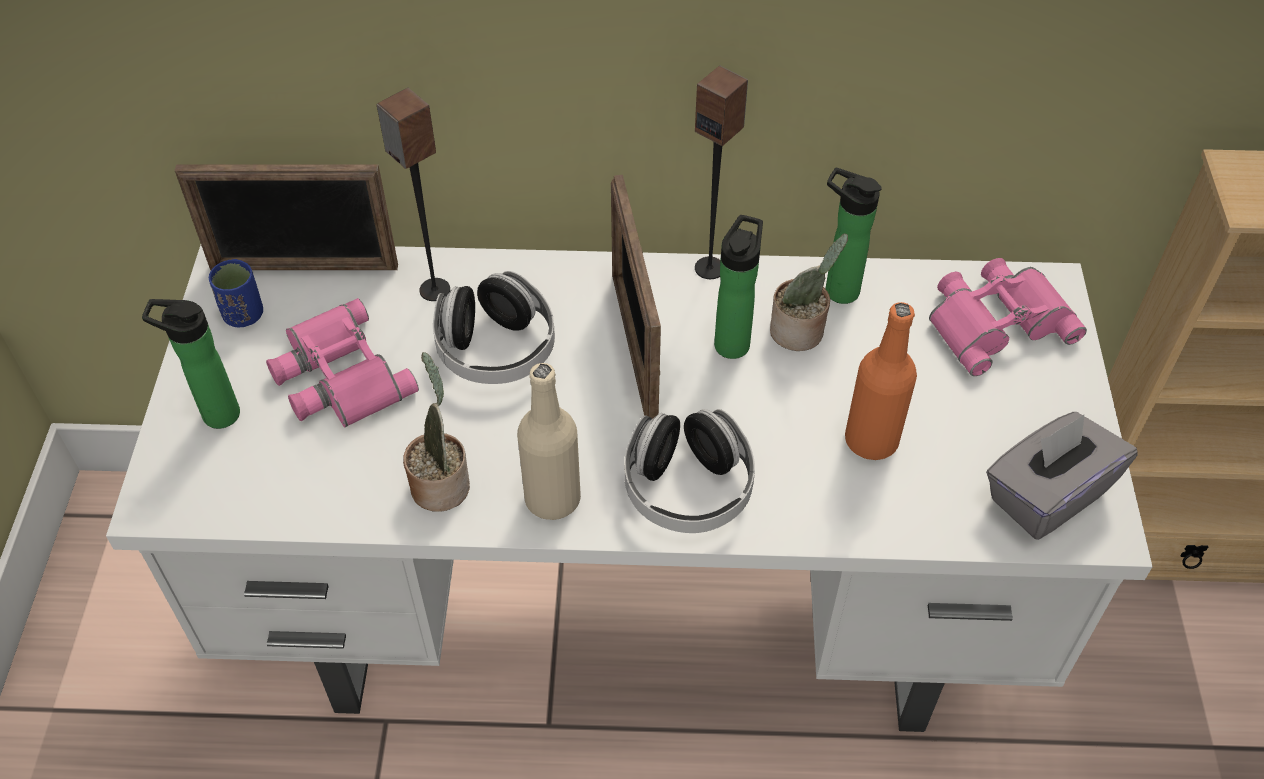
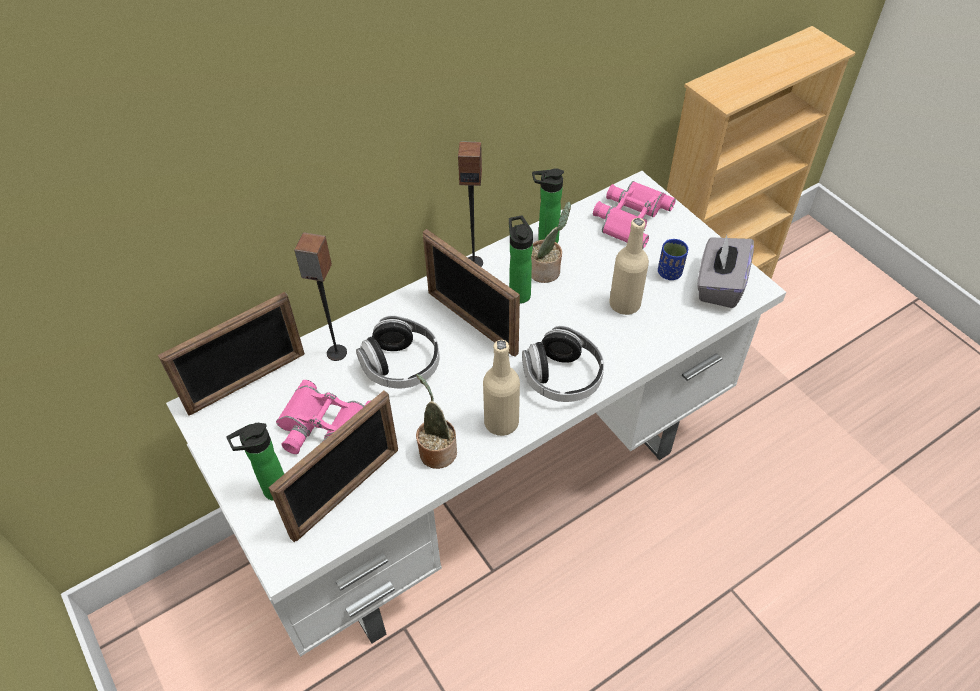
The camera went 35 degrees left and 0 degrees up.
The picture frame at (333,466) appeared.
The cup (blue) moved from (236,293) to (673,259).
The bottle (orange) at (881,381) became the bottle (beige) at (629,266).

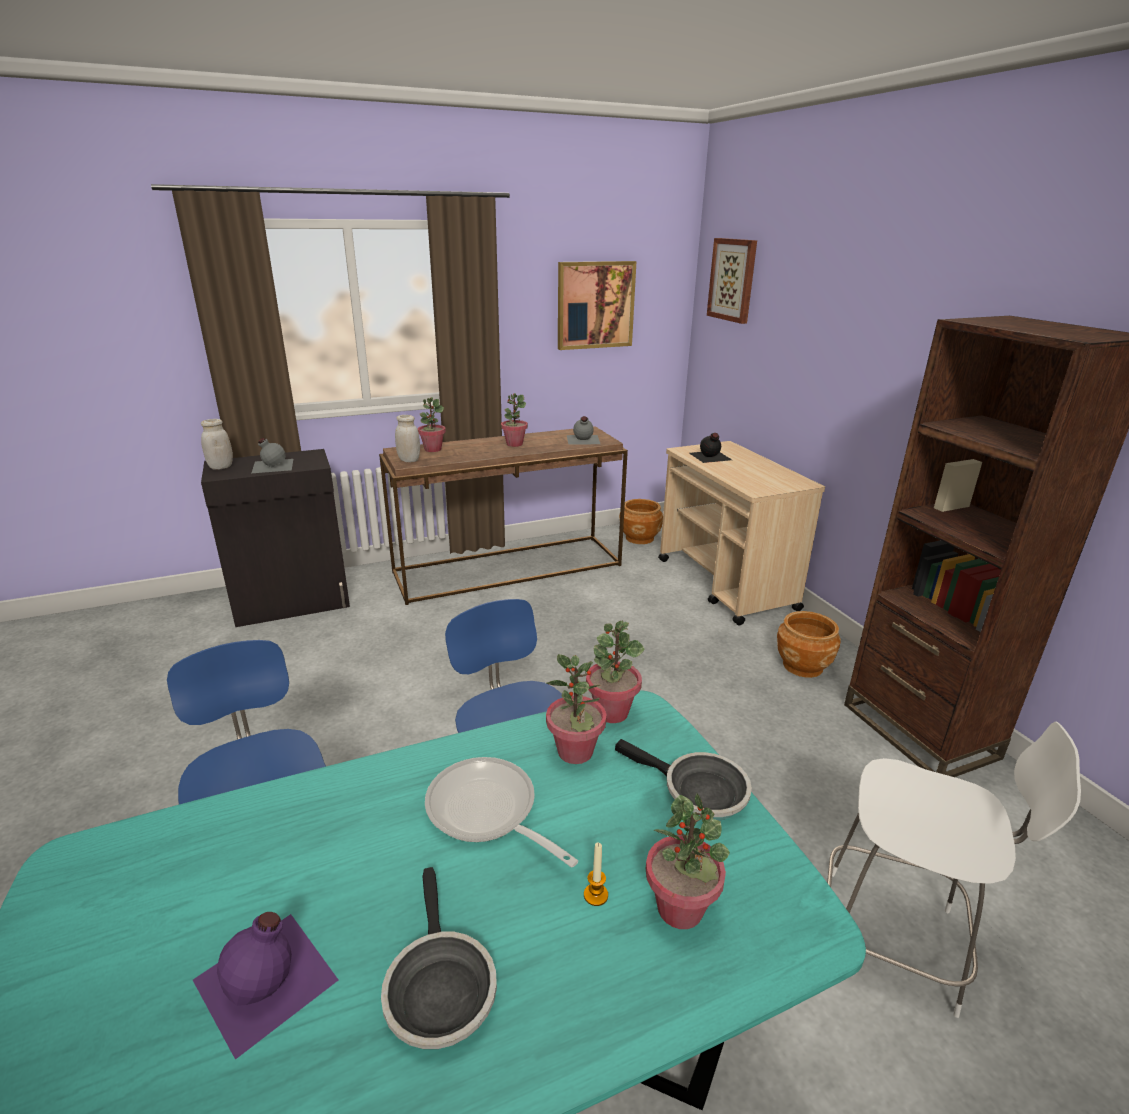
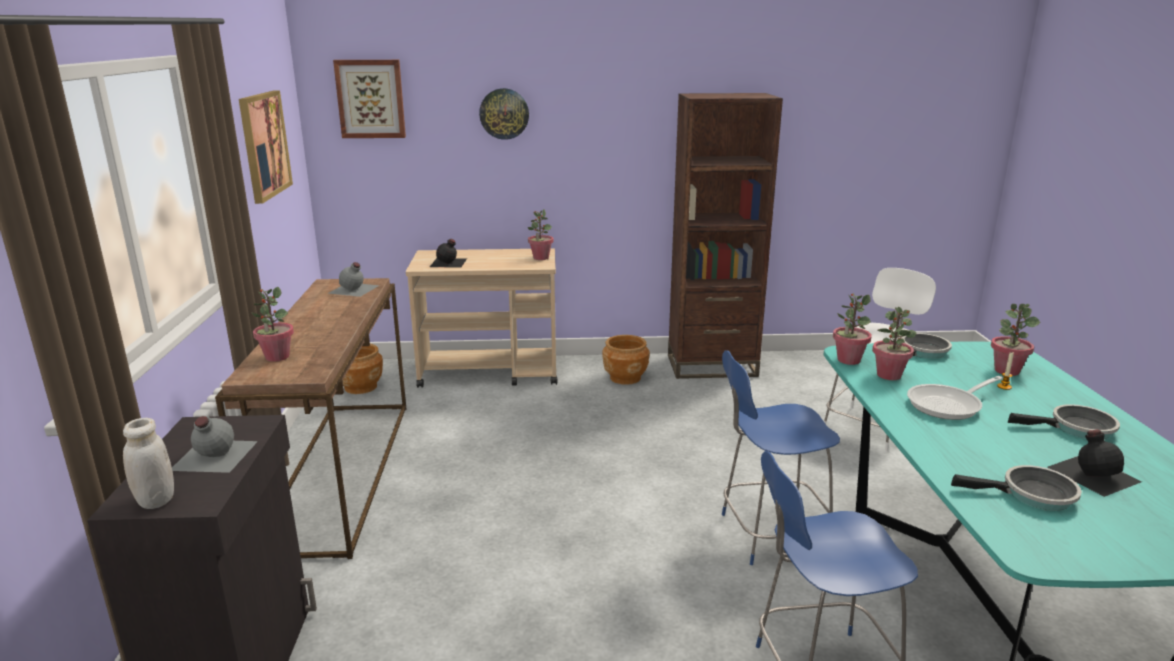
The camera went 70 degrees left and 5 degrees down.
The jar (white) at (407,438) disappeared.
The wall clock at (504,114) appeared.
The frying pan at (1016,488) appeared.
The potted plant moved from (514,420) to (541,235).
The bottle (purple) at (265,986) became the bottle (black) at (1094,463).

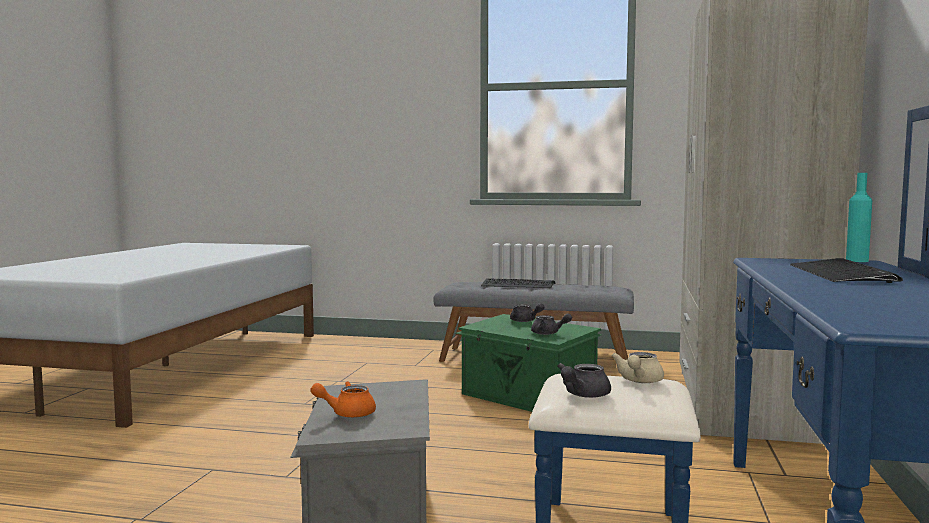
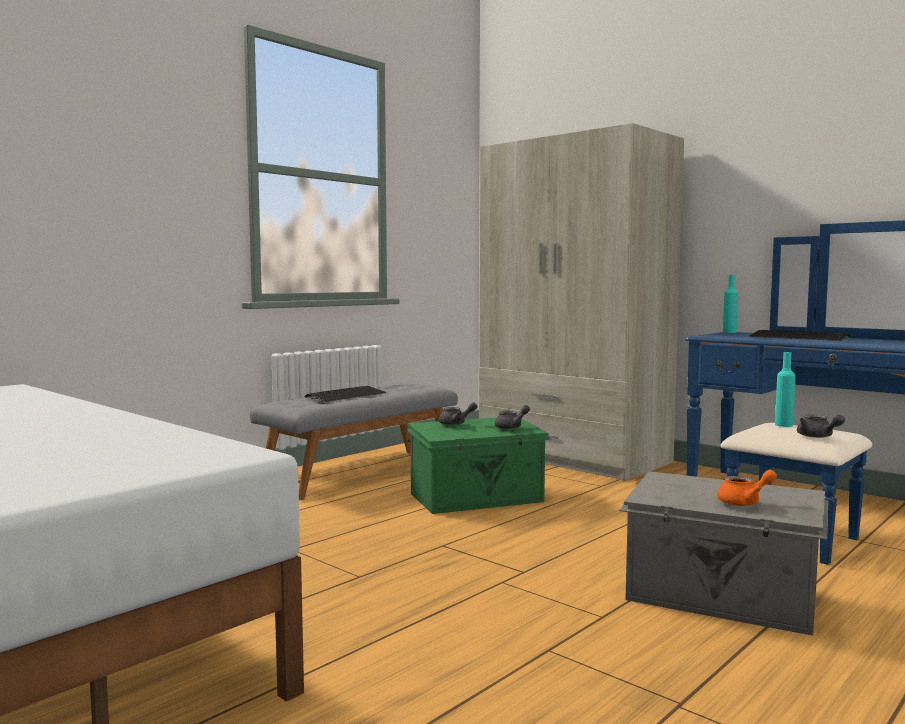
The camera went 60 degrees left and 0 degrees up.
The teapot (beige) at (637,367) was replaced by the bottle (turquoise) at (785,389).
The teapot (orange) at (343,399) turned 120 degrees counterclockwise.

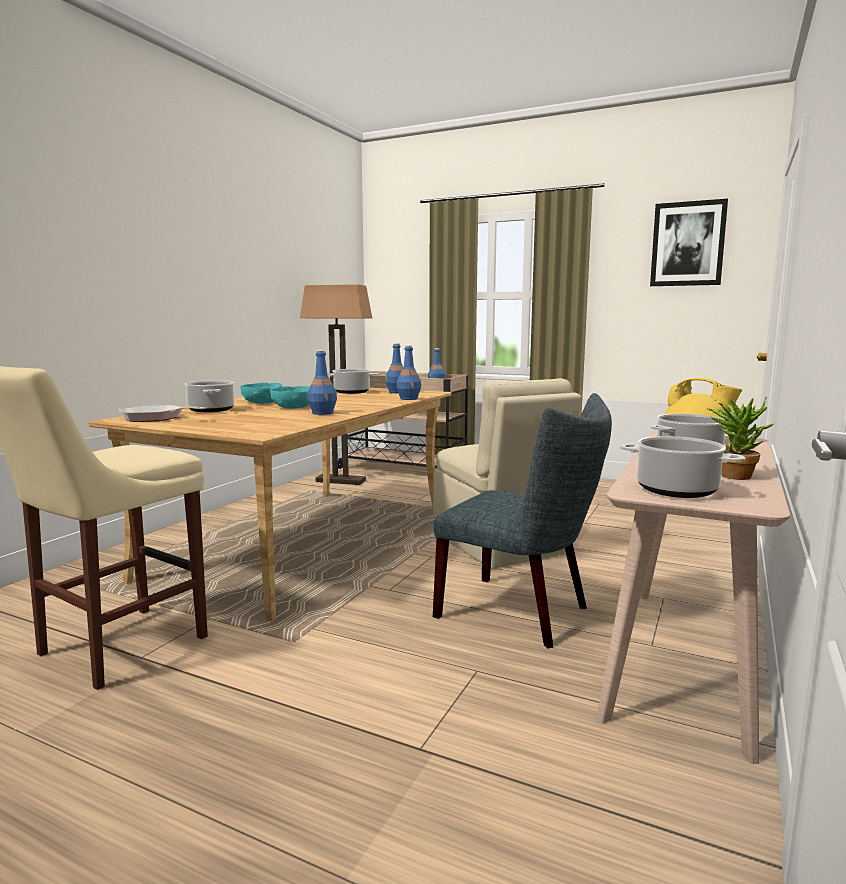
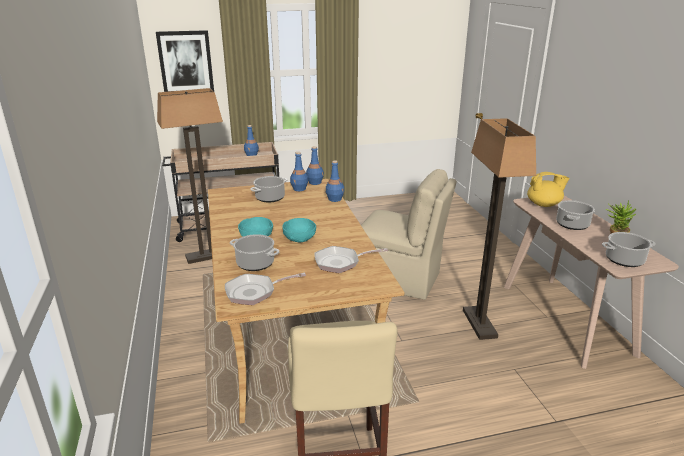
The camera went 40 degrees left and 15 degrees up.
The frying pan at (351,259) appeared.
The bottle (blue) moved from (322,382) to (315,165).
The picture moved from (689,242) to (185,61).
The chair (grey) at (522,520) was replaced by the floor lamp at (499,229).

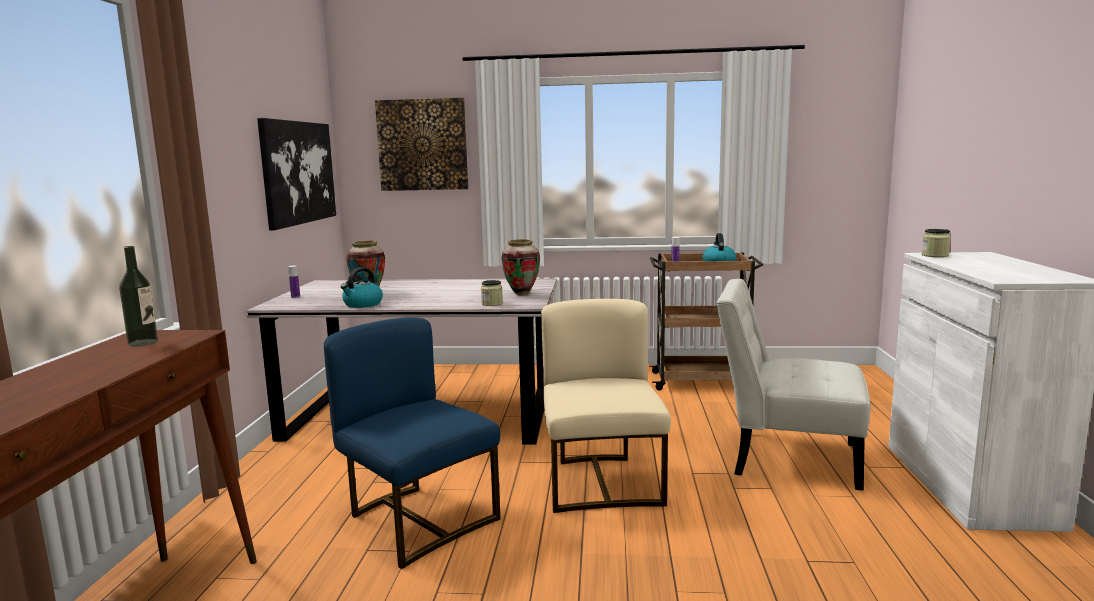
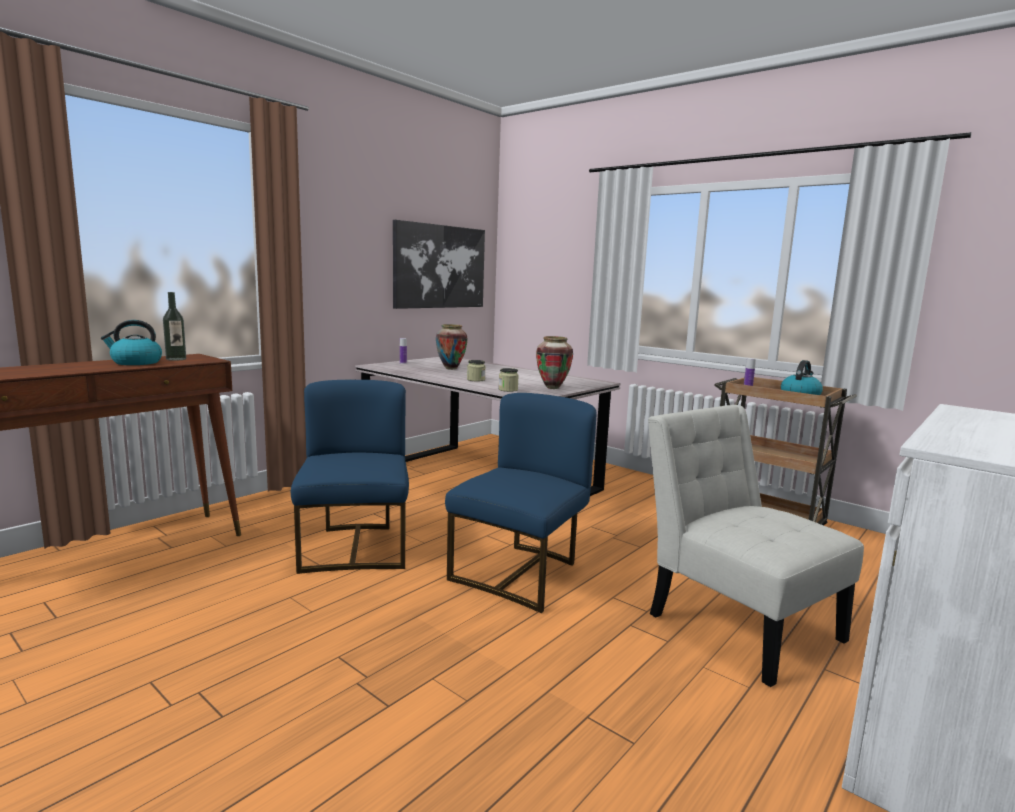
The camera went 35 degrees right and 0 degrees up.
The picture at (421,144) disappeared.
The kettle moved from (362,287) to (131,342).
The jar moved from (936,243) to (476,370).
The chair (beige) at (606,406) became the chair (blue) at (521,503).

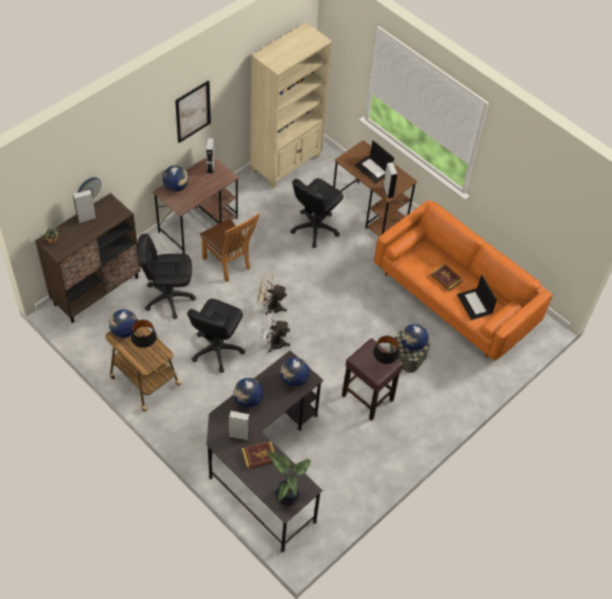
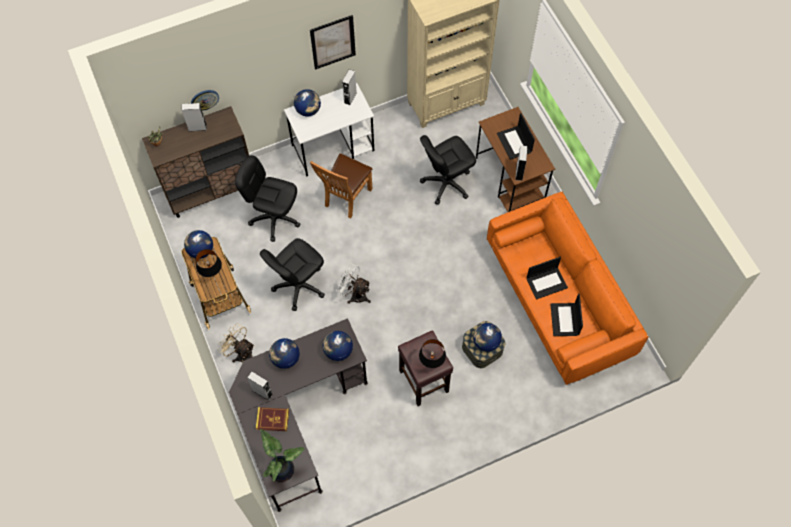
The camera went 25 degrees right and 10 degrees up.
The fan (beige) moved from (271,294) to (236,342).
The book at (447,277) was replaced by the laptop at (547,278).
The desk (brown) at (196,205) became the desk (white) at (329,130).
The chair (brown) at (229,248) turned 45 degrees clockwise.

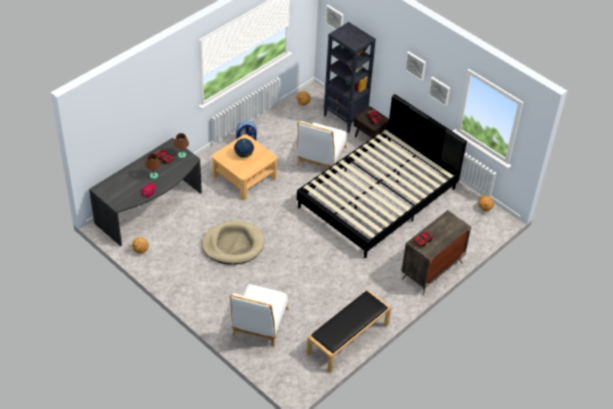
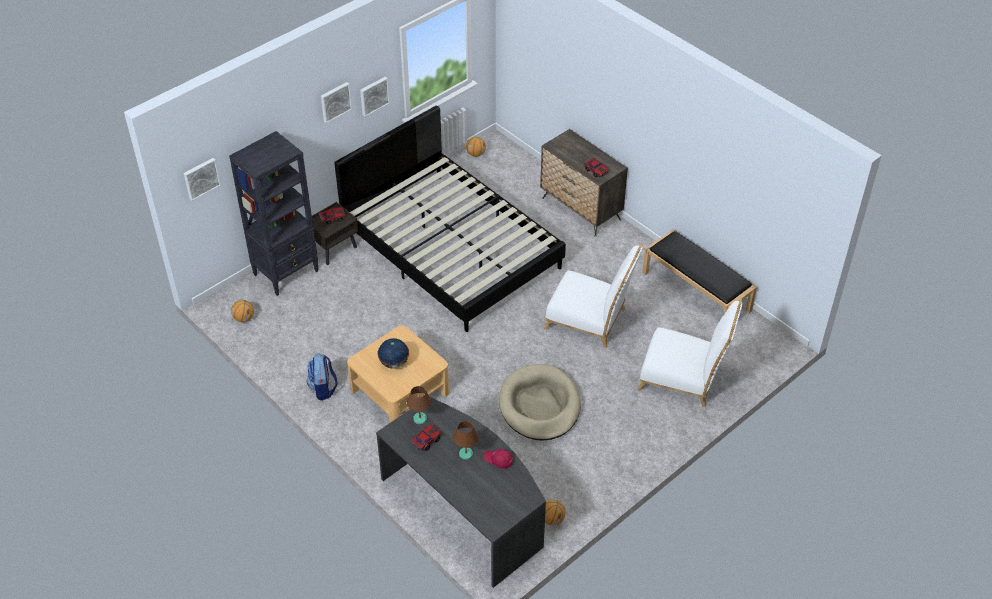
The camera went 85 degrees left and 0 degrees up.
The chair (white) moved from (322,144) to (593,296).

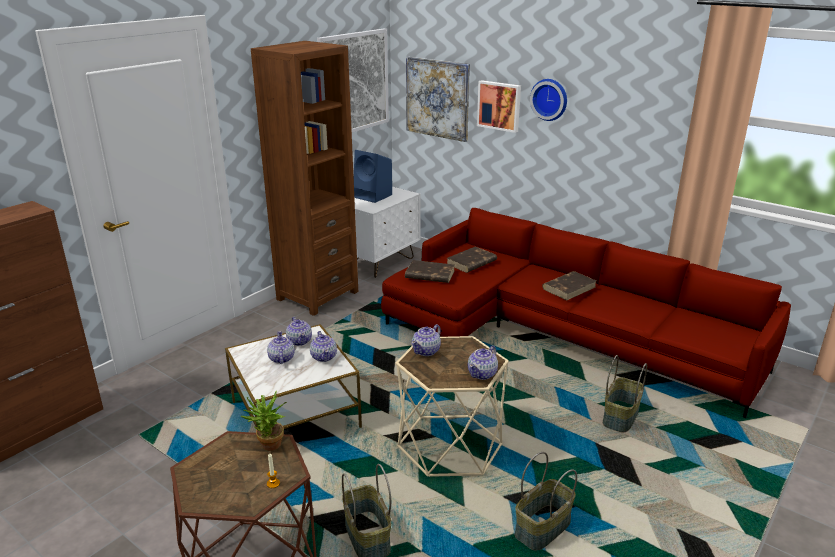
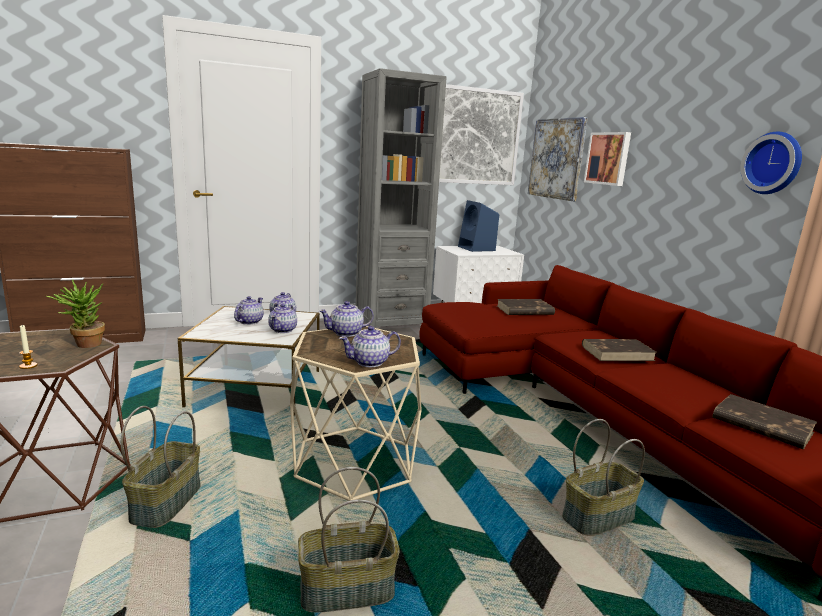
The camera went 30 degrees right and 10 degrees down.
The book (brown) moved from (430,271) to (765,421).
The wall clock moved from (548,100) to (771,163).
The bookcase (brown) at (304,178) became the bookcase (grey) at (401,198).

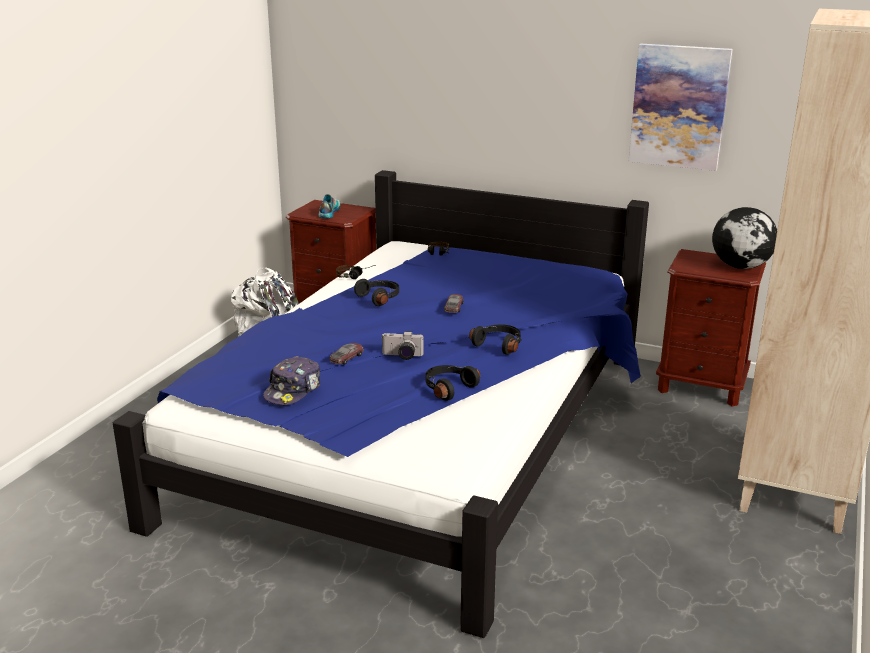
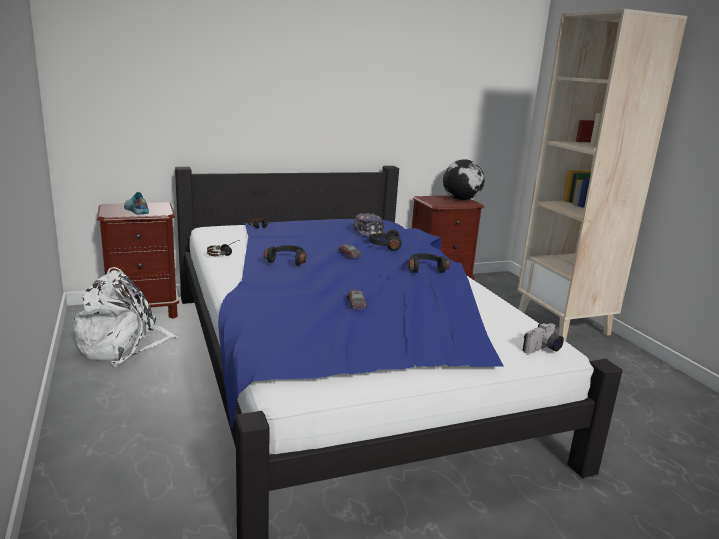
The camera went 45 degrees left and 5 degrees down.
The picture at (680,107) disappeared.
The cap moved from (291,380) to (369,225).
The photo camera moved from (403,345) to (543,338).
The headphones (black) moved from (453,383) to (385,240).

